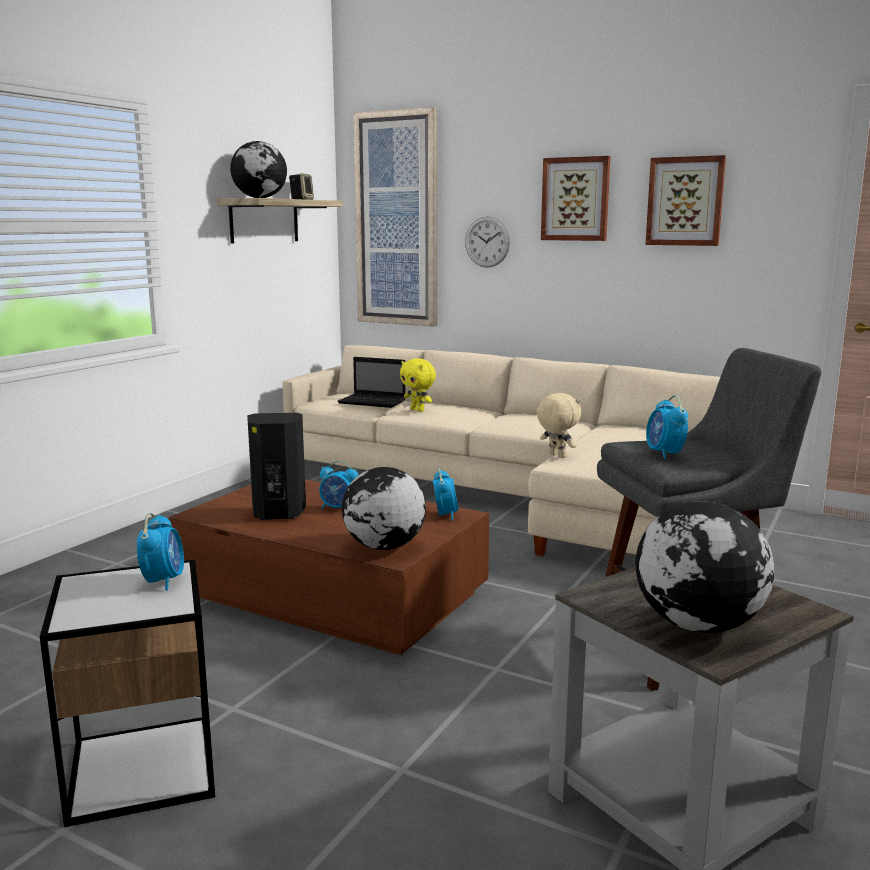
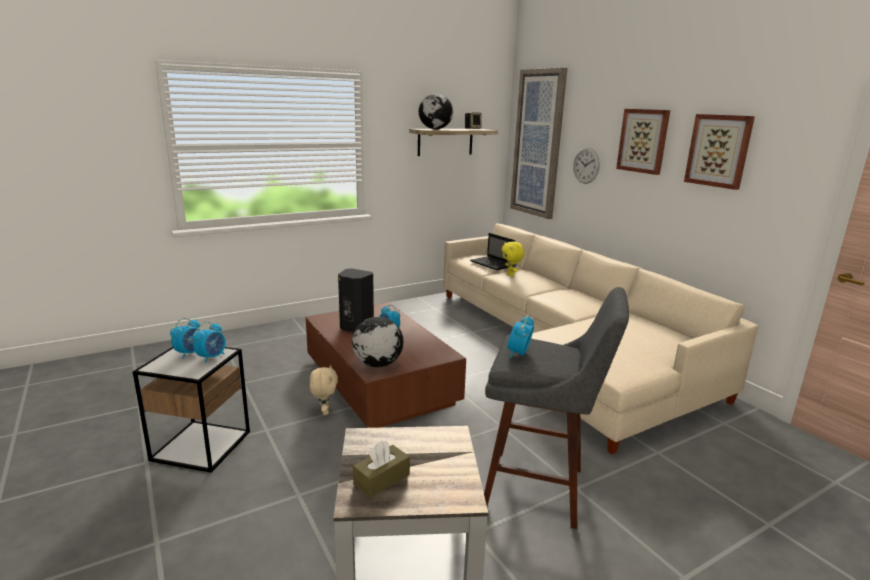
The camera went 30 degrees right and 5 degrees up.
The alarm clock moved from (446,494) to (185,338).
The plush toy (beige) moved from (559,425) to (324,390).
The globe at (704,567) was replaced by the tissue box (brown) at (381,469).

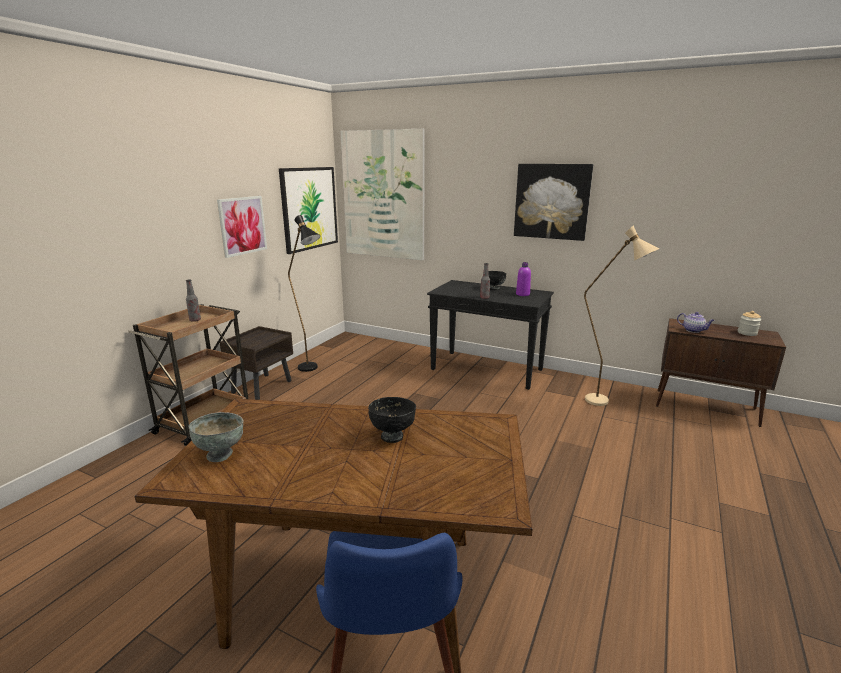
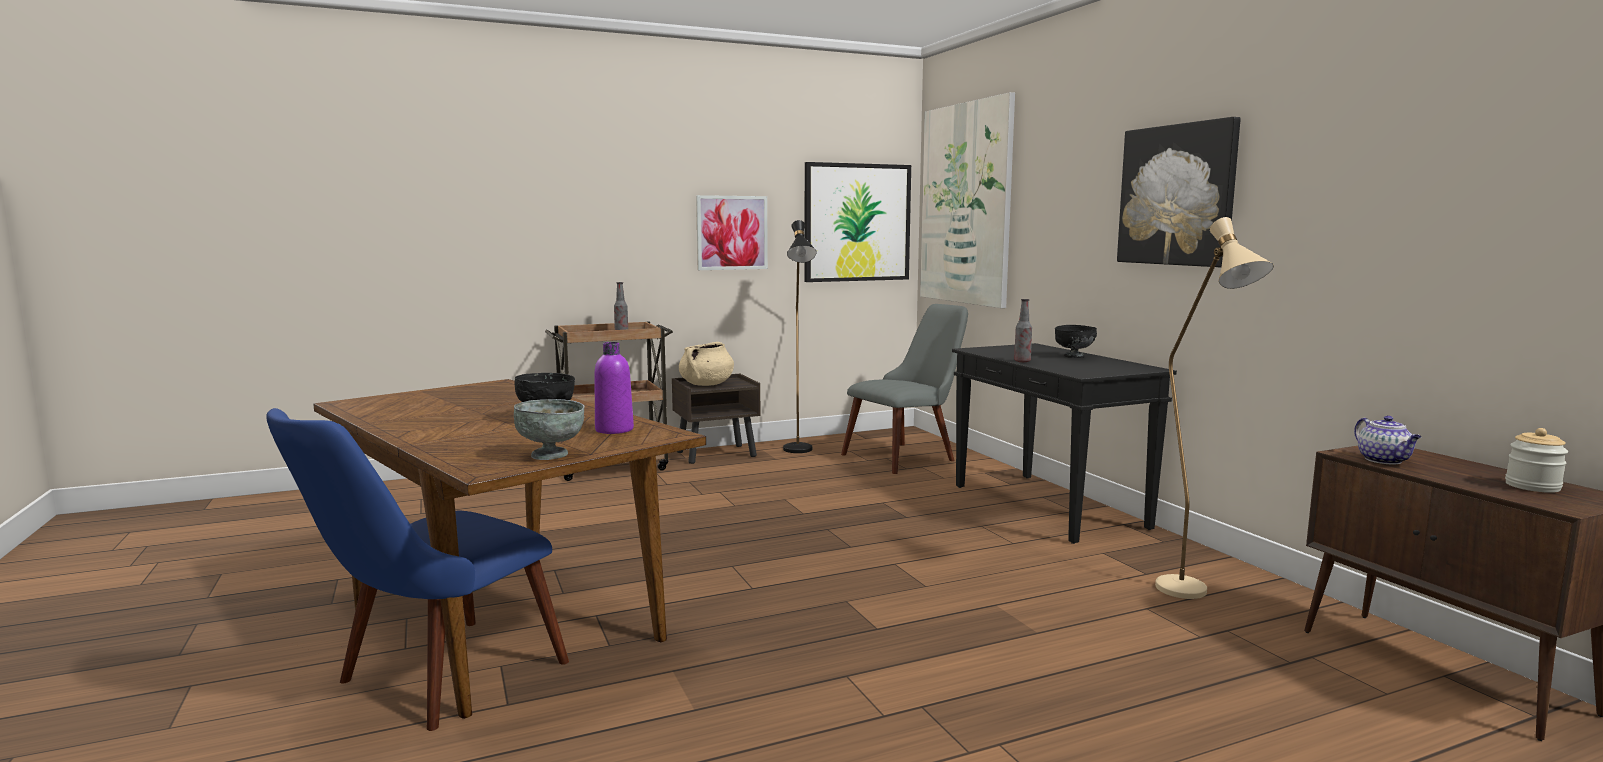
The camera went 40 degrees right and 10 degrees down.
The cooking pot (beige) at (706,364) appeared.
The chair (grey) at (904,389) appeared.
The bowl (grey) moved from (215,437) to (549,429).
The bottle (purple) moved from (523,279) to (614,388).

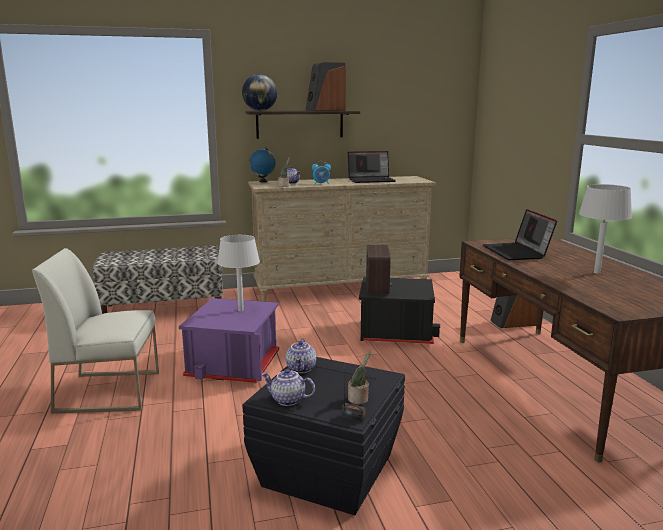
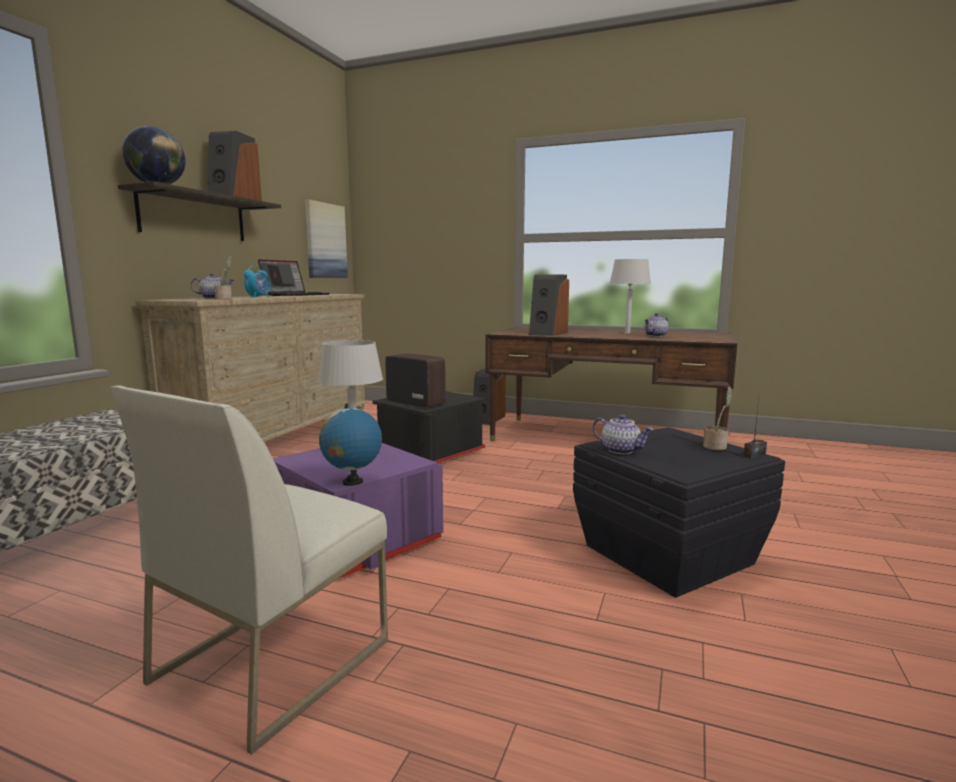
The camera went 55 degrees left and 5 degrees down.
The picture at (326,239) appeared.
The globe moved from (262,165) to (350,445).
The teapot moved from (288,387) to (656,325).
The laptop at (520,234) was replaced by the speaker at (549,305).

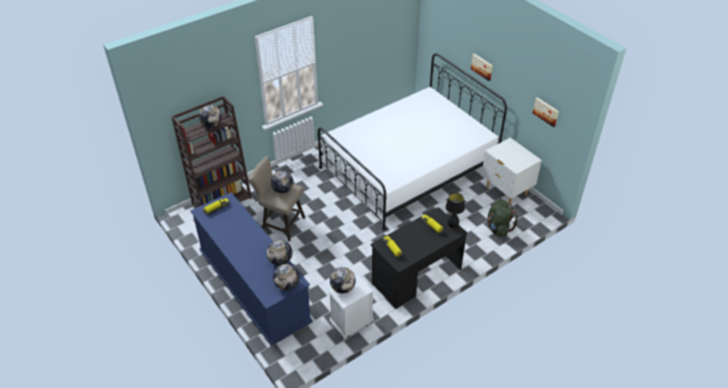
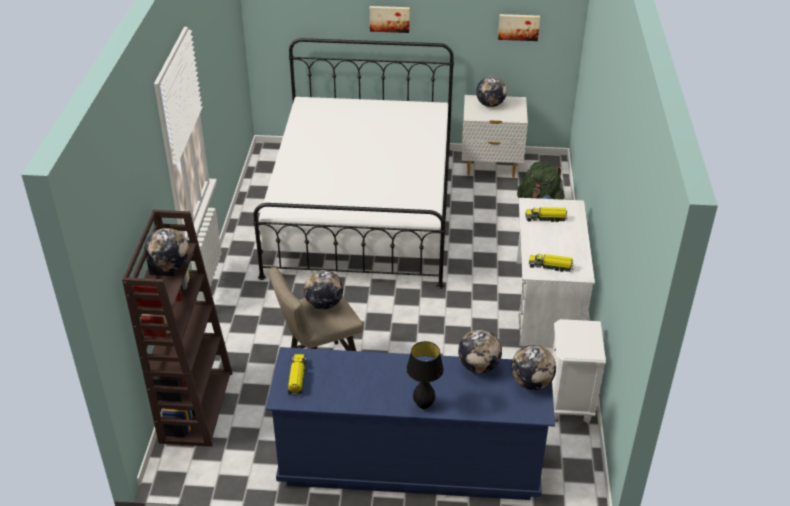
The camera went 50 degrees left and 5 degrees down.
The globe moved from (343,280) to (491,91).
The table lamp (black) moved from (455,210) to (425,375).
The desk (black) at (419,258) became the desk (white) at (555,273).

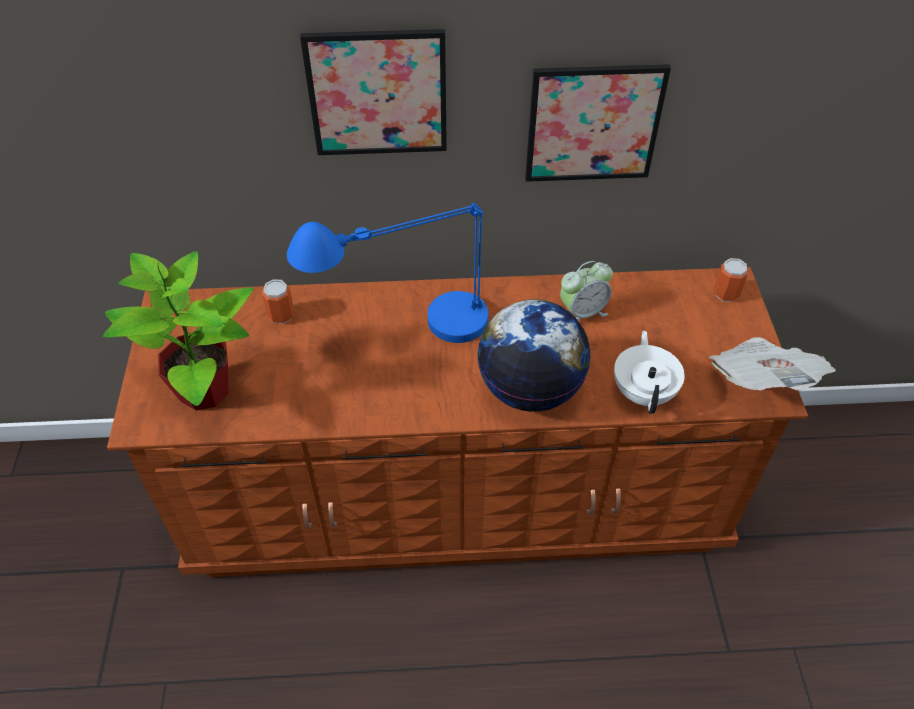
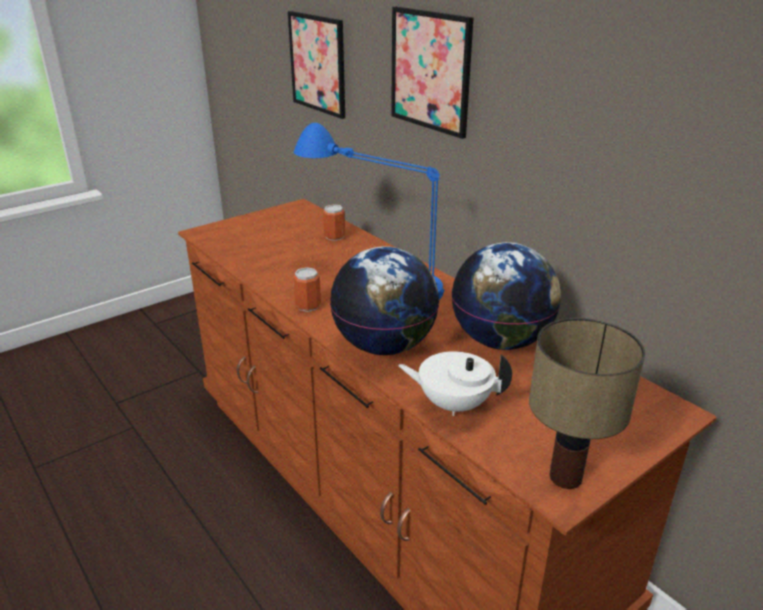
The camera went 55 degrees right and 20 degrees down.
The potted plant at (178,330) disappeared.
The picture moved from (598,123) to (316,65).
The can moved from (731,280) to (307,289).
The alarm clock at (586,291) was replaced by the globe at (506,296).
The newspaper at (772,363) was replaced by the table lamp at (587,403).
The teapot (white) at (649,372) turned 135 degrees counterclockwise.

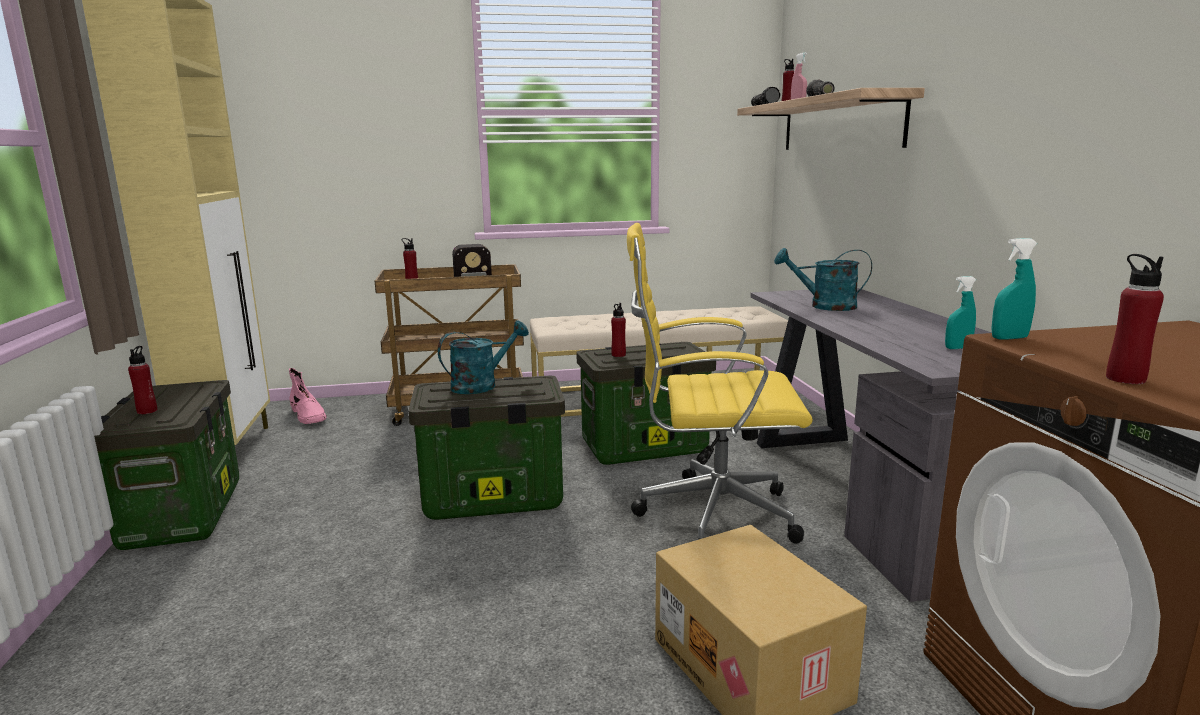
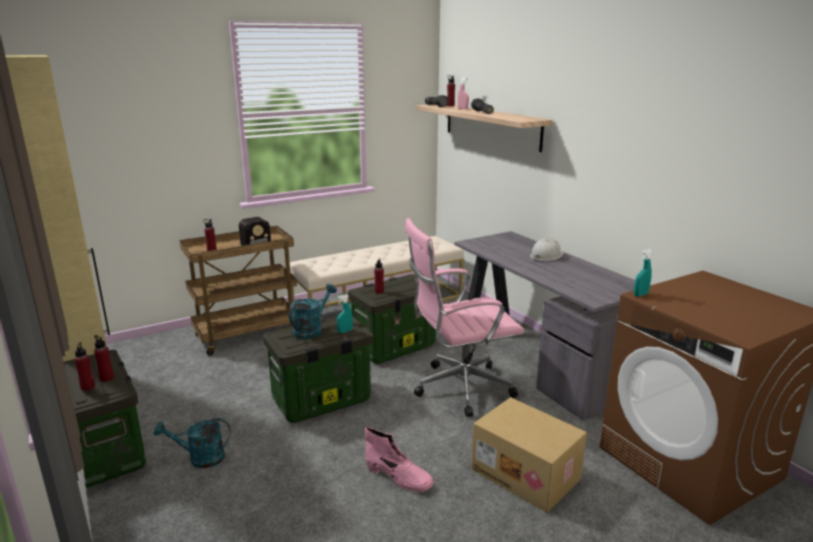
The camera went 20 degrees left and 5 degrees up.
The hard hat (white) at (547,249) appeared.
The boot (pink) moved from (308,396) to (399,459).
The watering can (turquoise) moved from (823,279) to (192,443).
The spray bottle (turquoise) moved from (960,312) to (345,314).
The bottle (red) moved from (1135,319) to (104,358).
The office chair (yellow) at (720,383) became the office chair (pink) at (464,317).

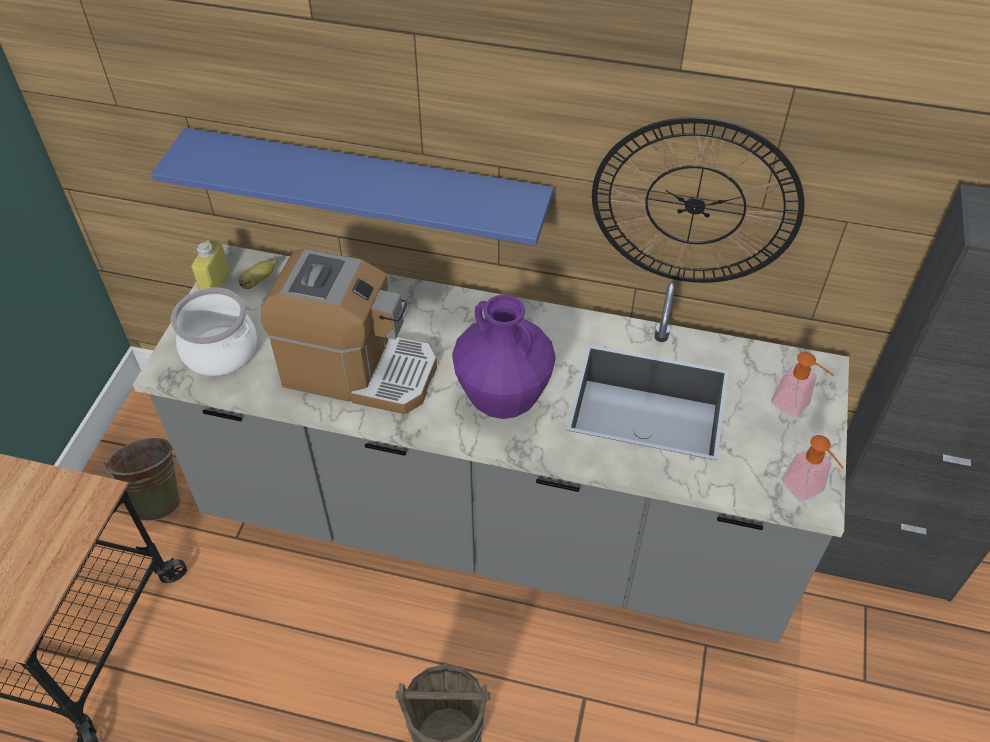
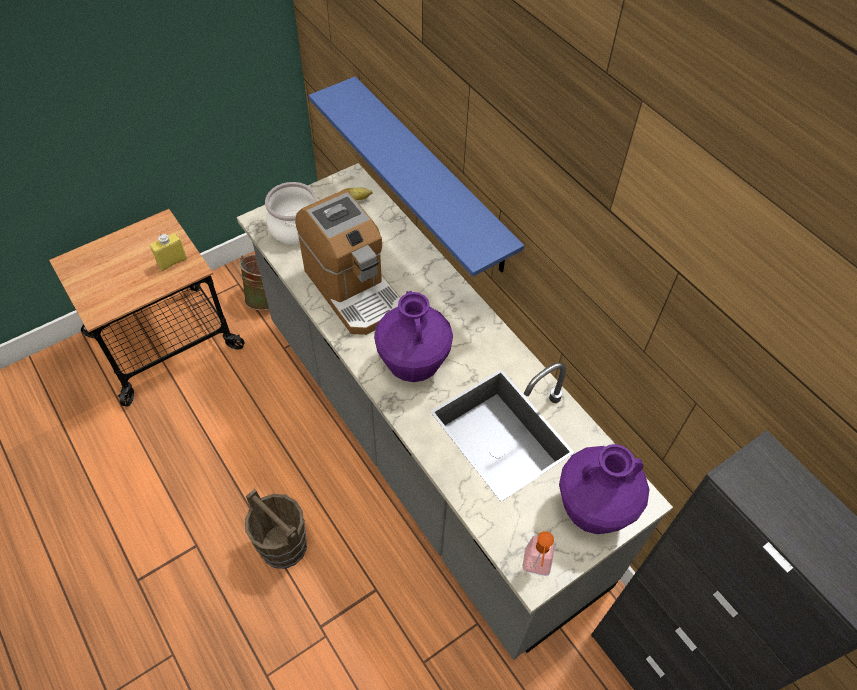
The camera went 40 degrees right and 5 degrees up.
The wall clock at (698,200) disappeared.
The bottle (yellow) moved from (210,265) to (168,252).
The soap dispenser at (803,385) was replaced by the vase (purple) at (604,489).

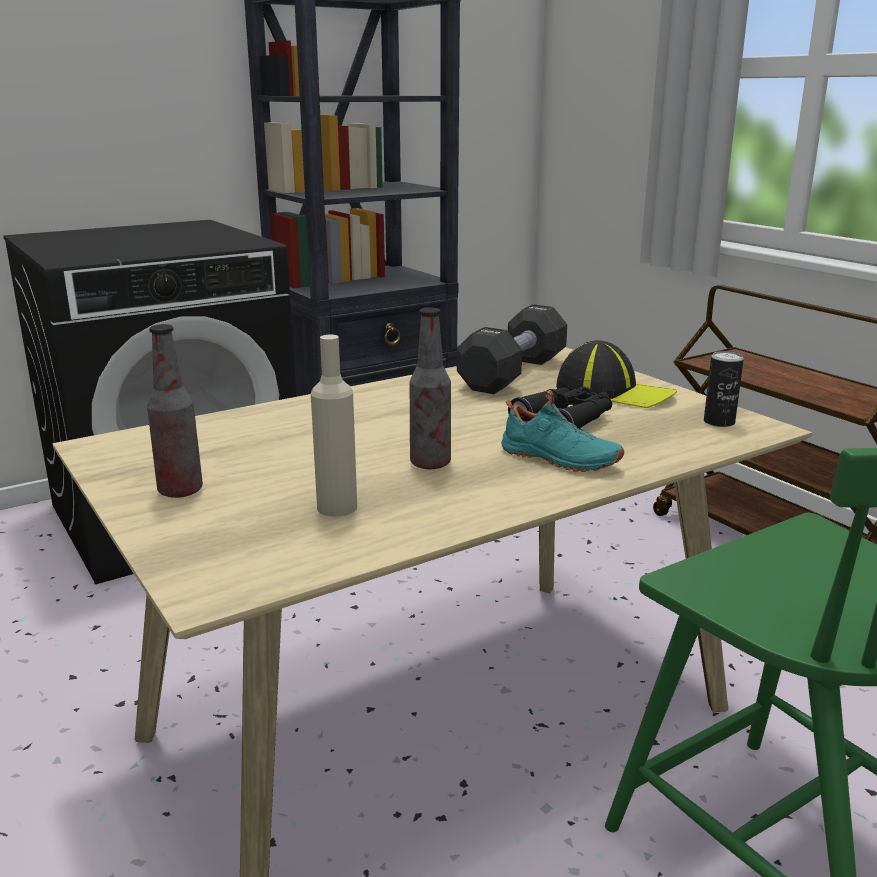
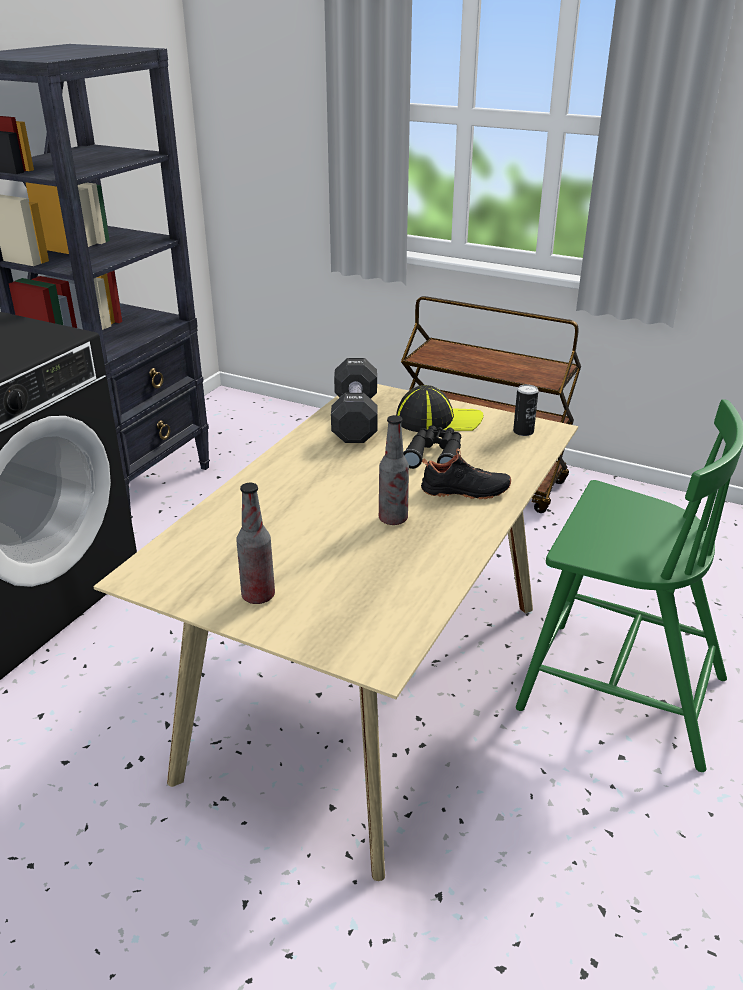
The camera went 30 degrees left and 10 degrees up.
The bottle (beige) at (334,426) disappeared.
The shoe (turquoise) at (562,431) became the shoe (black) at (466,473).

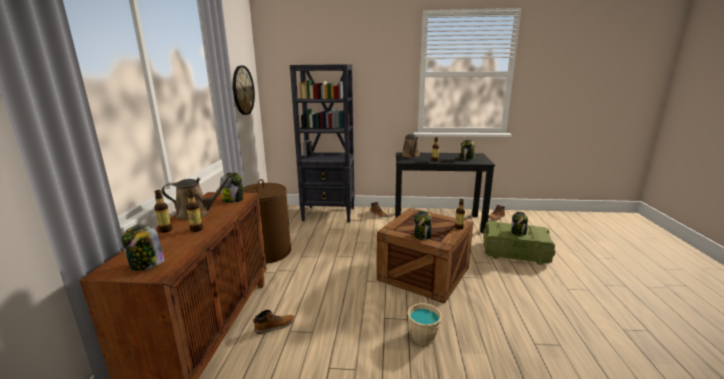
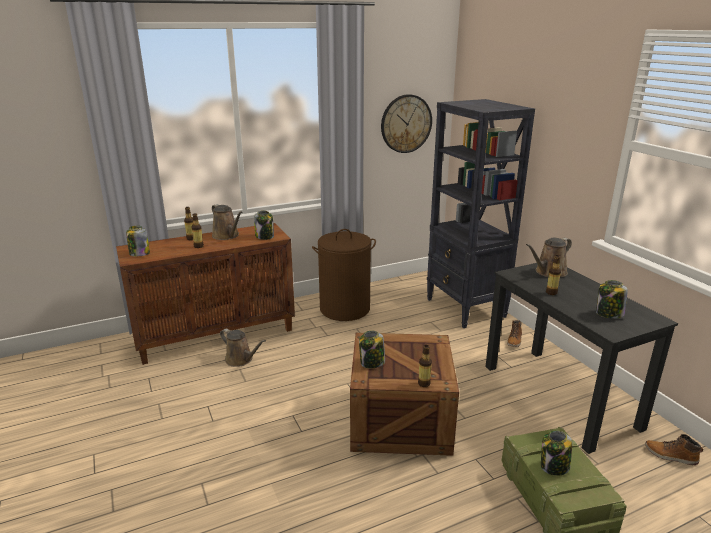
The camera went 60 degrees right and 5 degrees up.
The bucket (beige) at (424,320) disappeared.
The boot at (274,322) was replaced by the watering can (brown) at (243,348).

